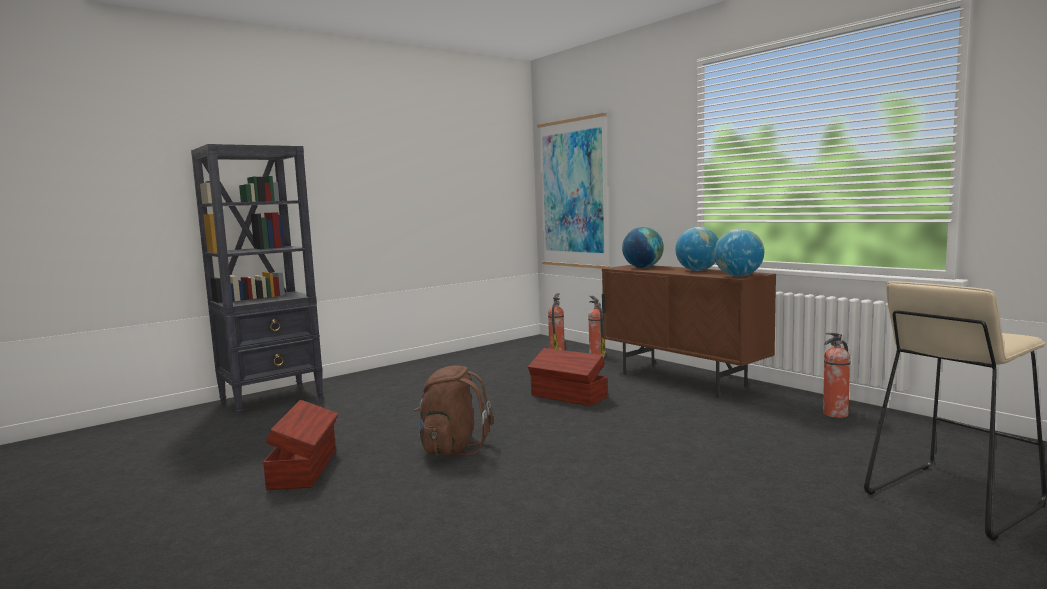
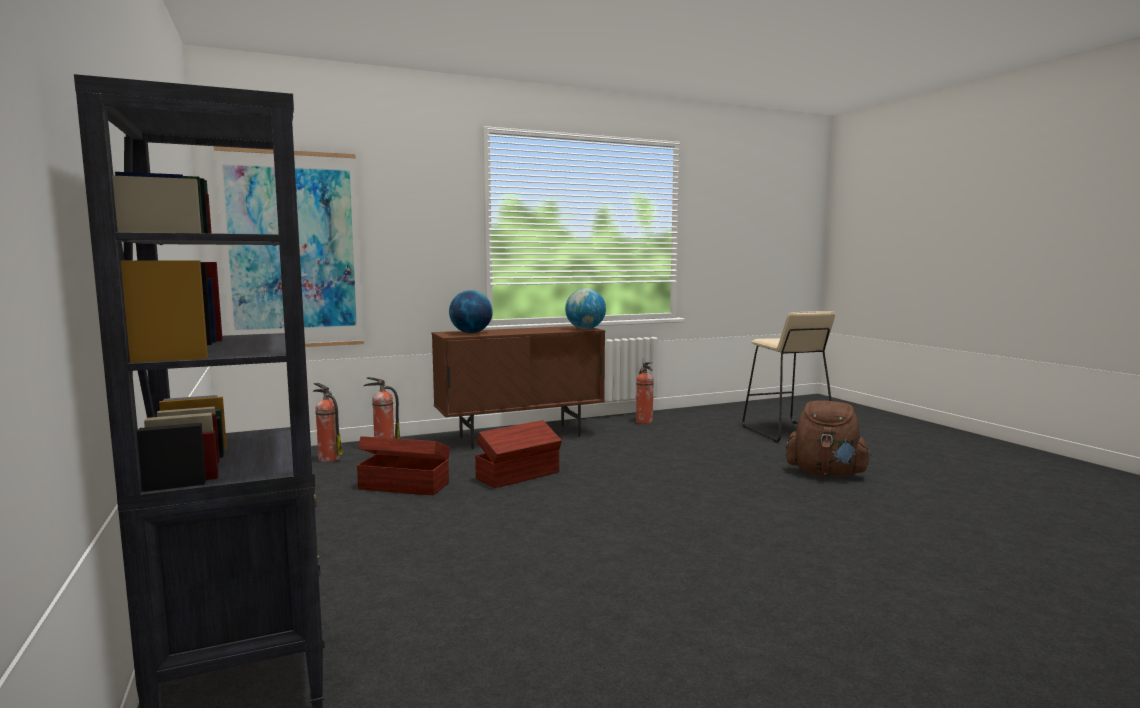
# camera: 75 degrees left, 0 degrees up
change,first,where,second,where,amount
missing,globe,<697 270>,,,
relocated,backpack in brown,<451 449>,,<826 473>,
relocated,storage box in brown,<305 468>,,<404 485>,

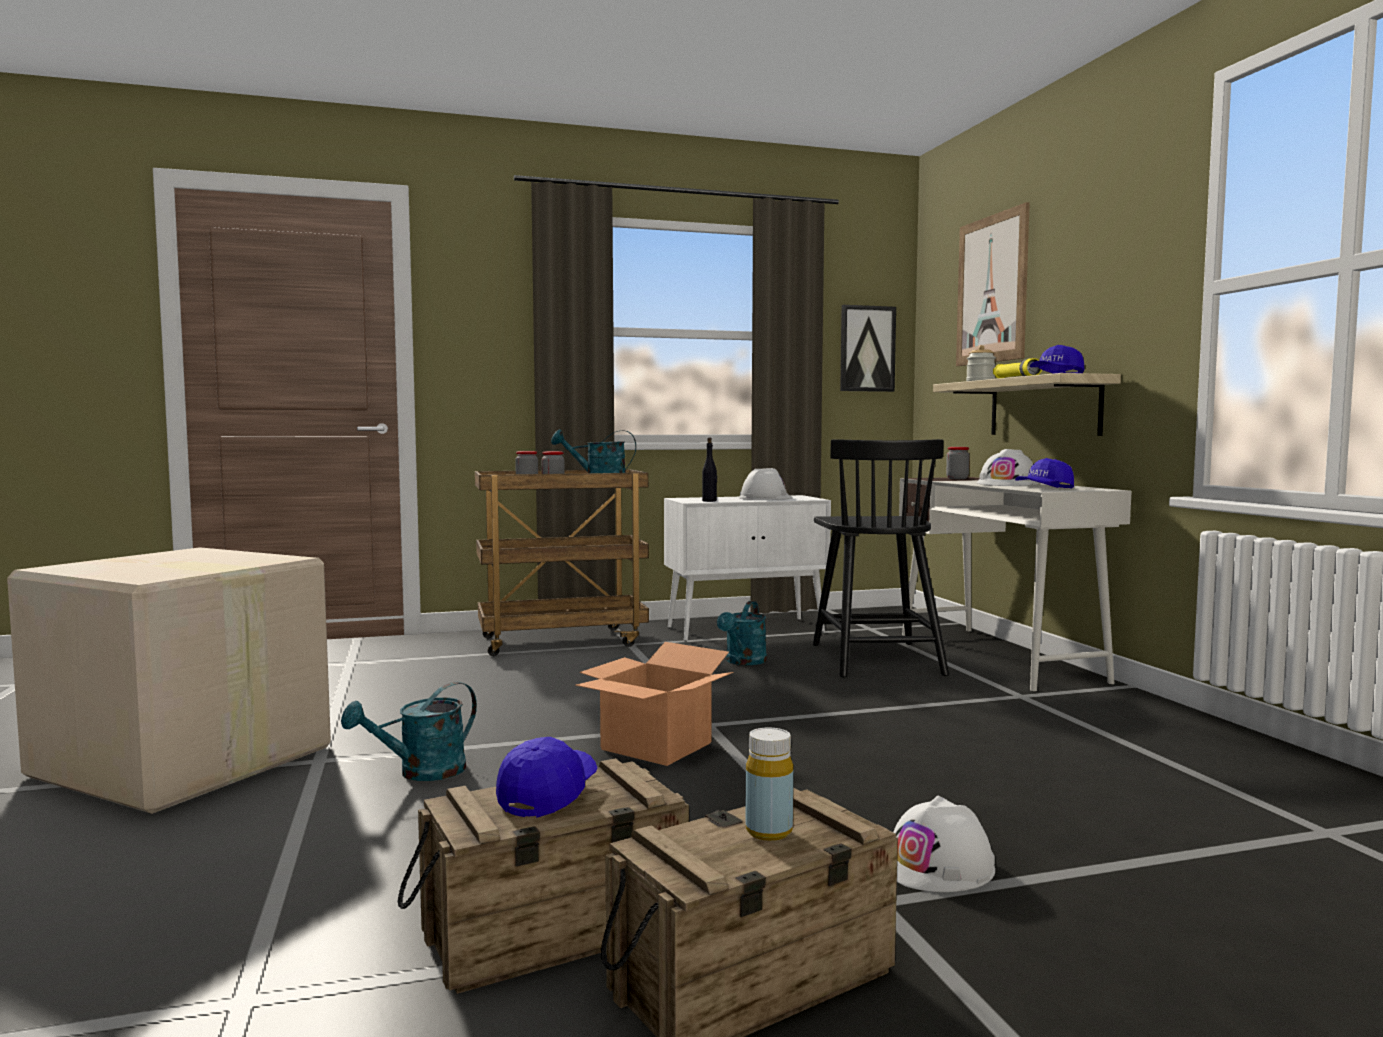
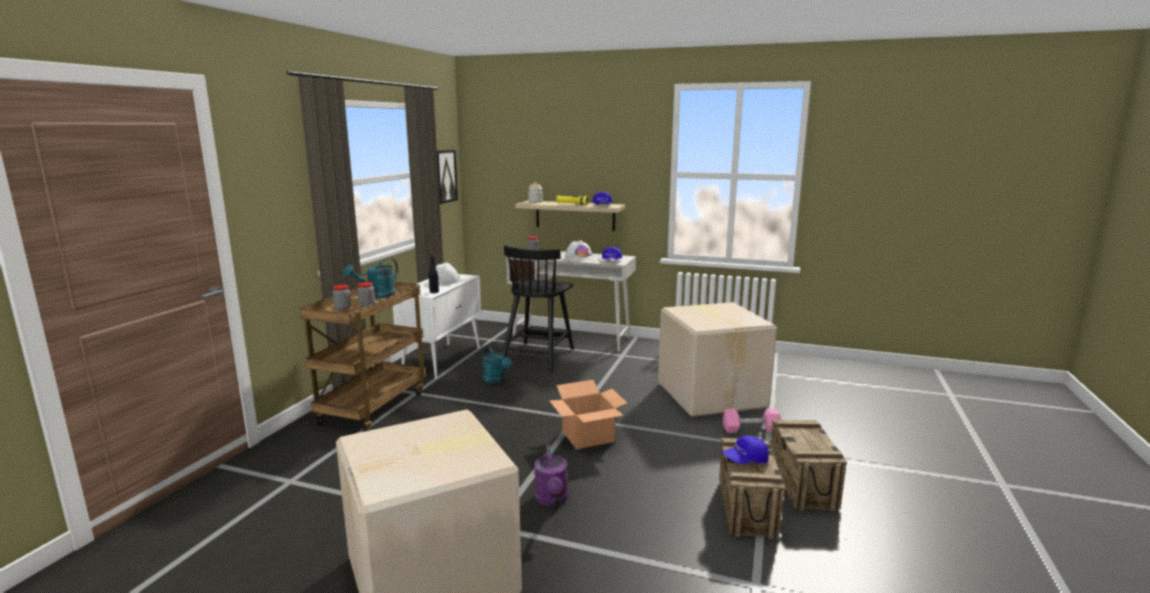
# camera: 55 degrees left, 10 degrees up
change,first,where,second,where,amount
missing,picture,<992 289>,,,
spun,chair in black,<876 659>,,<538 356>,75 degrees clockwise
colour,watering can in turquoise,<421 773>,watering can in purple,<552 500>,
missing,bottle in yellow,<769 831>,,,
spun,cap in blue,<548 794>,,<745 460>,75 degrees counterclockwise
exchanged,hard hat in white,<937 866>,dumbbell in pink,<750 429>,
appeared,,,cardboard box,<712 394>,

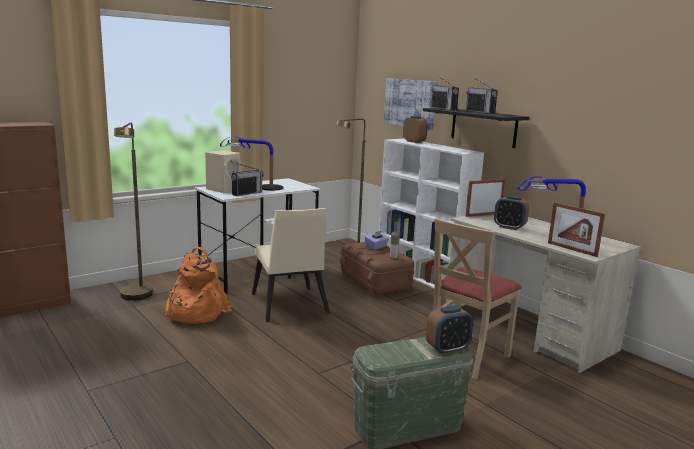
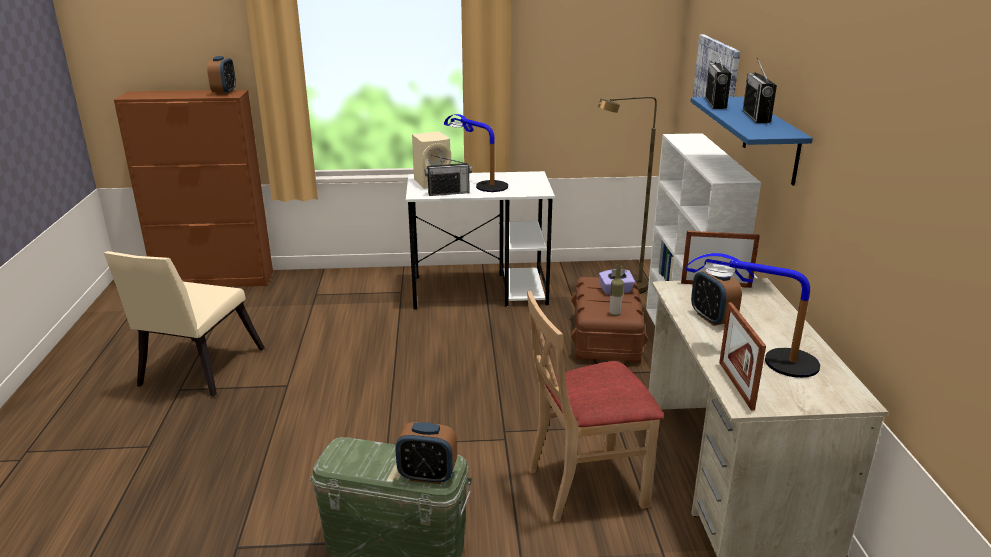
# camera: 35 degrees right, 10 degrees up
change,first,where,second,where,amount
colour,shelf in black,<483 127>,shelf in blue,<771 140>,
relocated,alarm clock,<414 141>,,<224 92>,
missing,floor lamp in brown,<136 297>,,,
relocated,chair in beige,<289 306>,,<196 370>,
missing,backpack in orange,<194 312>,,,

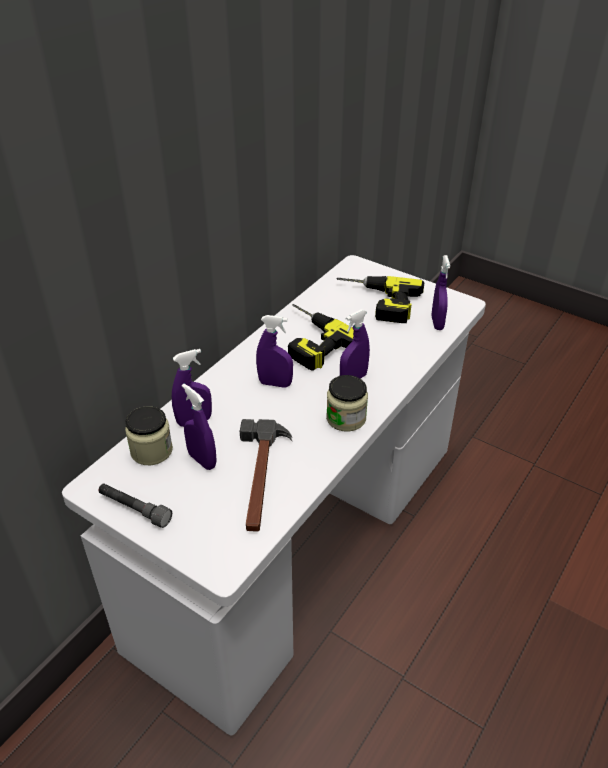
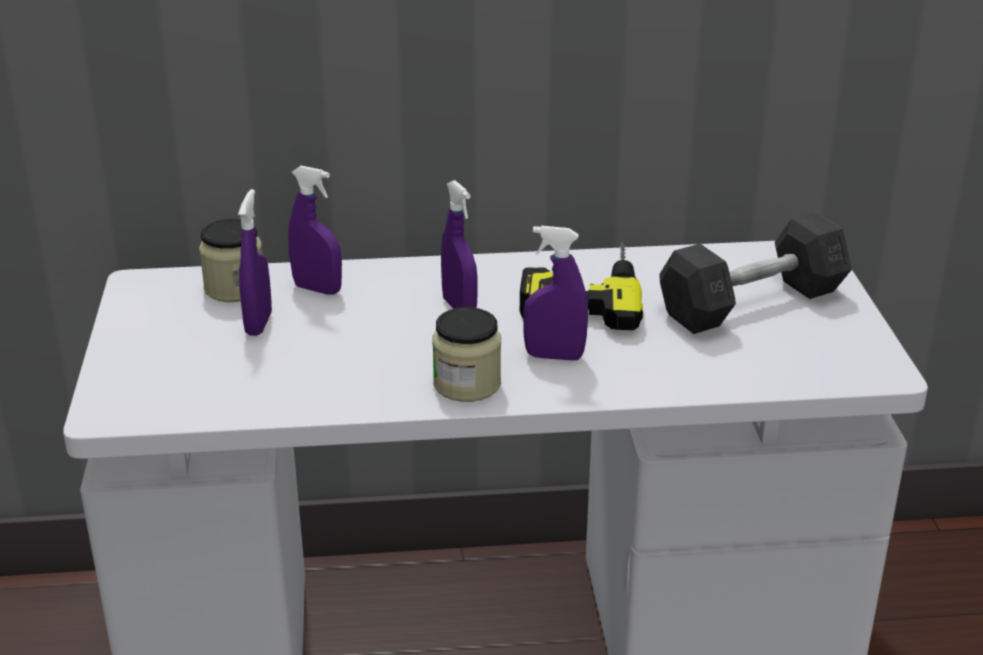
# camera: 50 degrees right, 10 degrees down
change,first,where,second,where,amount
missing,spray bottle in purple,<437 323>,,,
exchanged,power drill,<376 302>,dumbbell in grey,<752 303>,
missing,hammer,<261 477>,,,
missing,flashlight in grey,<134 509>,,,

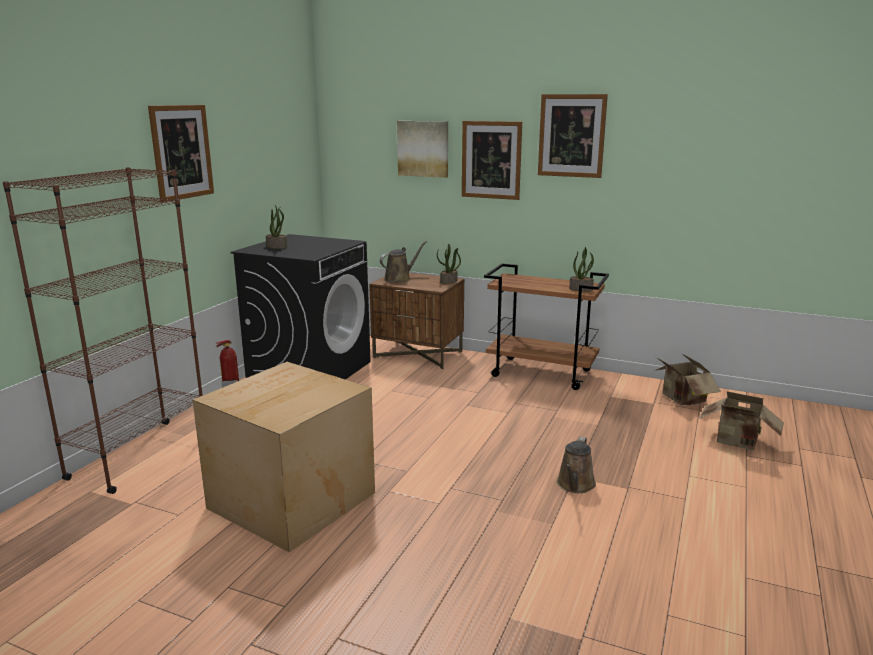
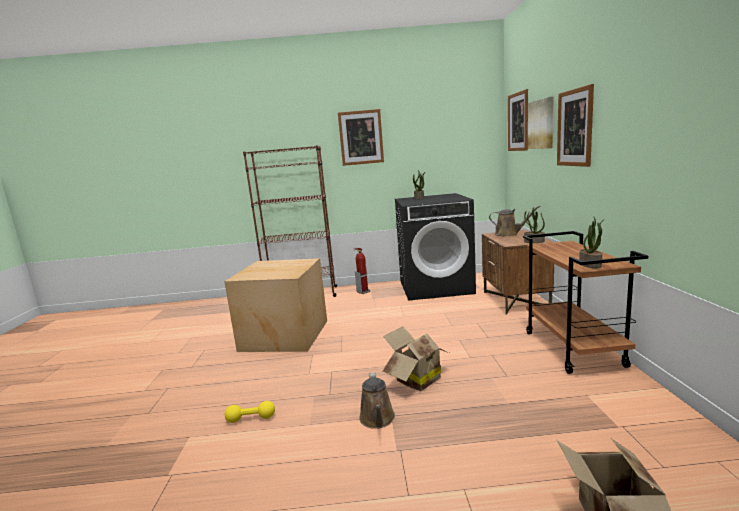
# camera: 65 degrees right, 5 degrees down
change,first,where,second,where,amount
relocated,picture,<571 136>,,<518 122>,
relocated,cardboard box,<681 399>,,<415 380>,
spun,watering can in brown,<575 485>,,<377 419>,90 degrees counterclockwise
appeared,,,dumbbell in yellow,<251 419>,

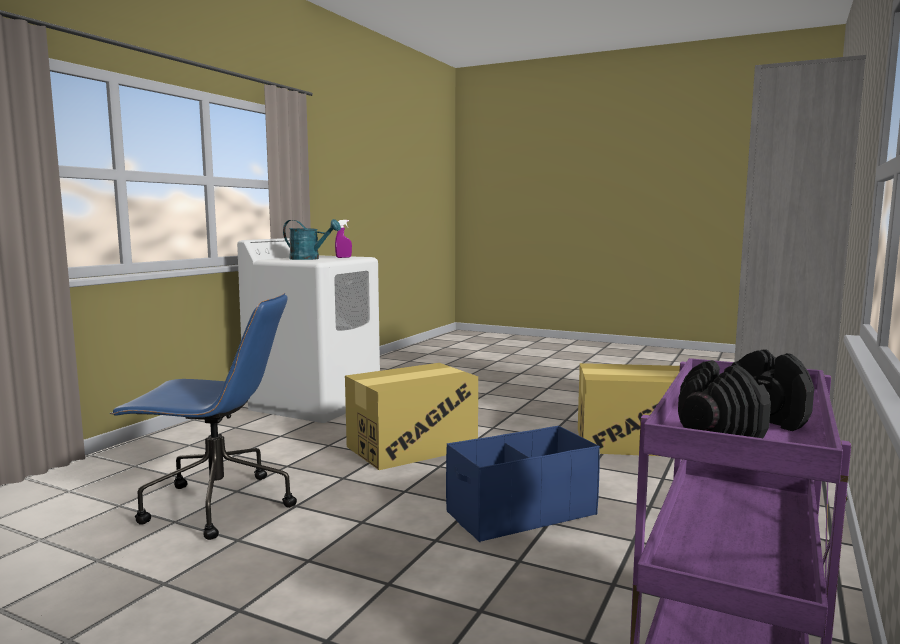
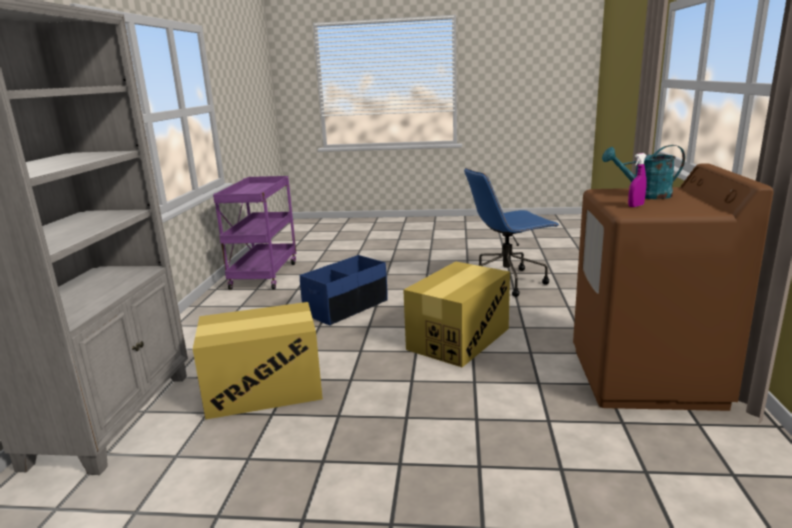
# camera: 160 degrees right, 10 degrees up
change,first,where,second,where,amount
colour,washing machine in white,<315 404>,washing machine in brown,<645 377>,
missing,dumbbell in black,<743 428>,,,

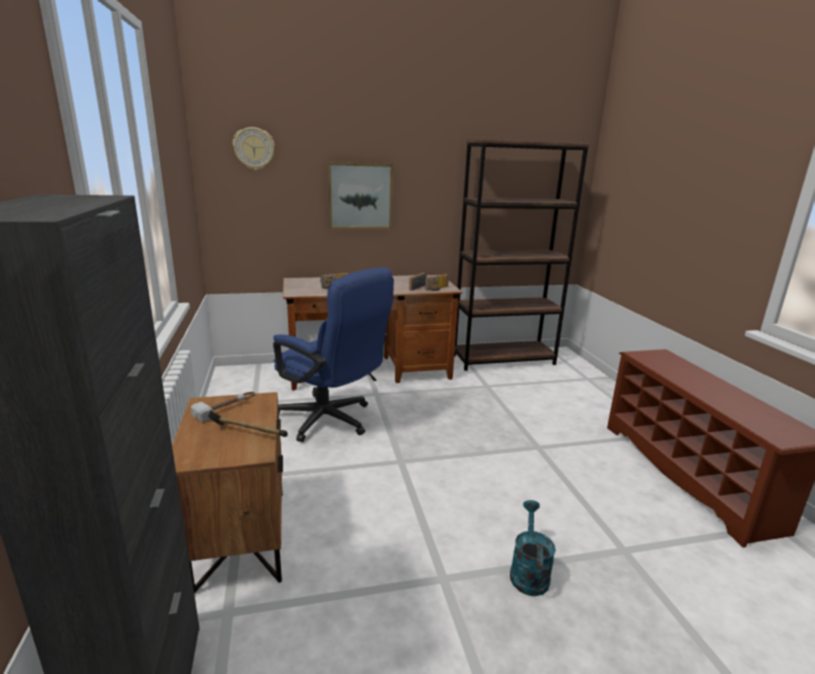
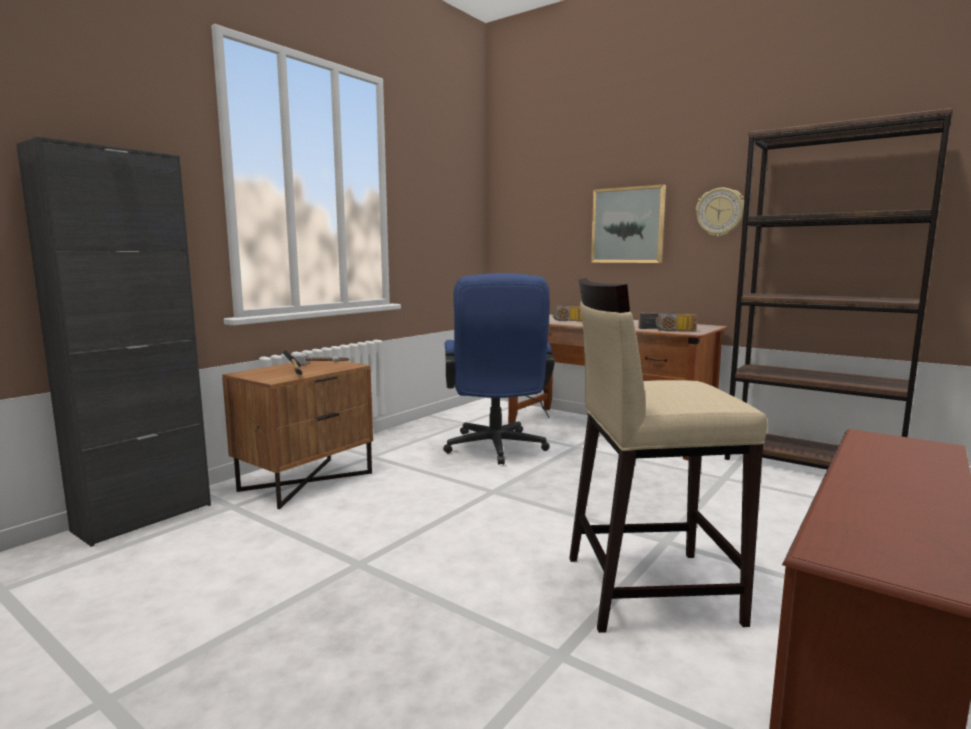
# camera: 50 degrees right, 10 degrees down
change,first,where,second,where,amount
relocated,wall clock,<254 148>,,<720 212>,
missing,watering can in turquoise,<528 572>,,,
appeared,,,stool in beige,<647 588>,

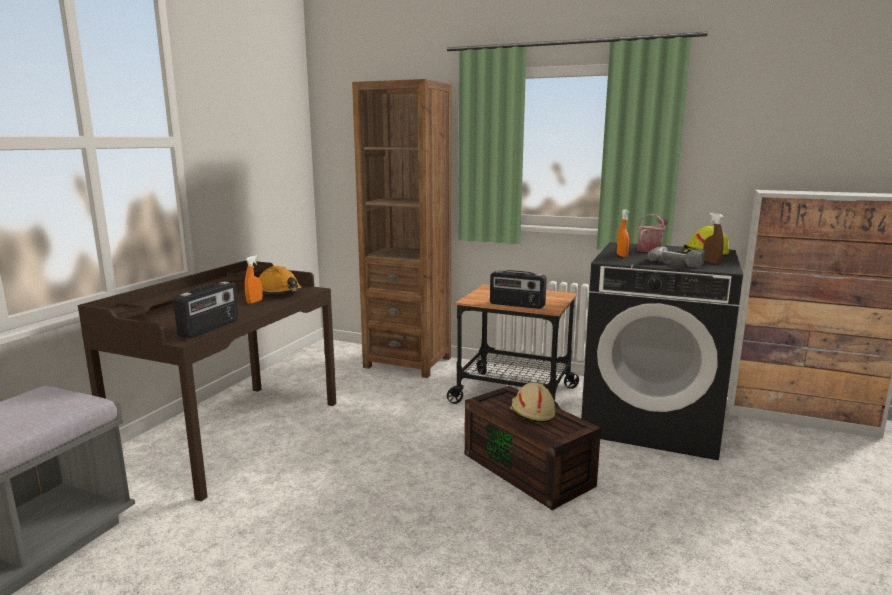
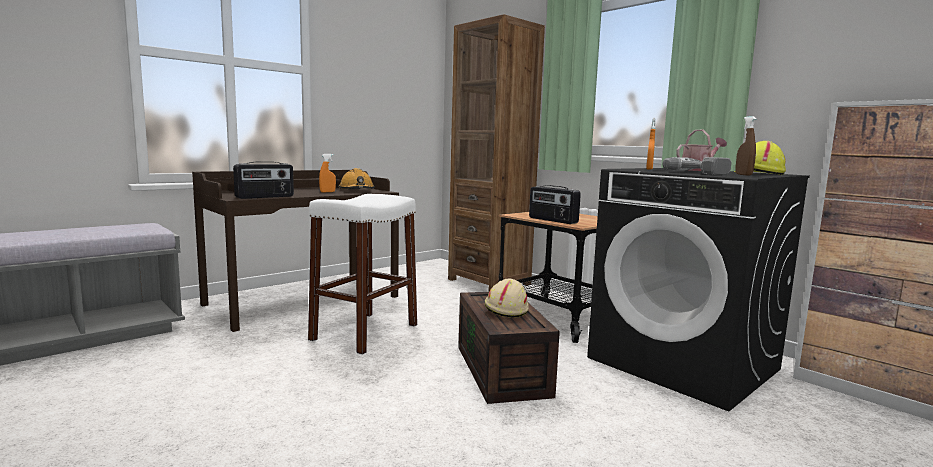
# camera: 25 degrees right, 5 degrees down
change,first,where,second,where,amount
appeared,,,stool in white,<365 332>,

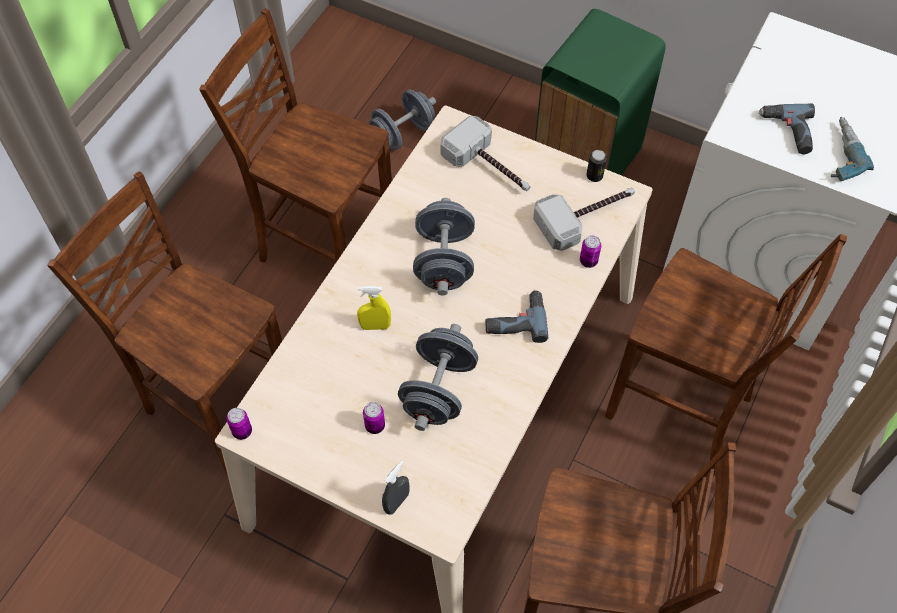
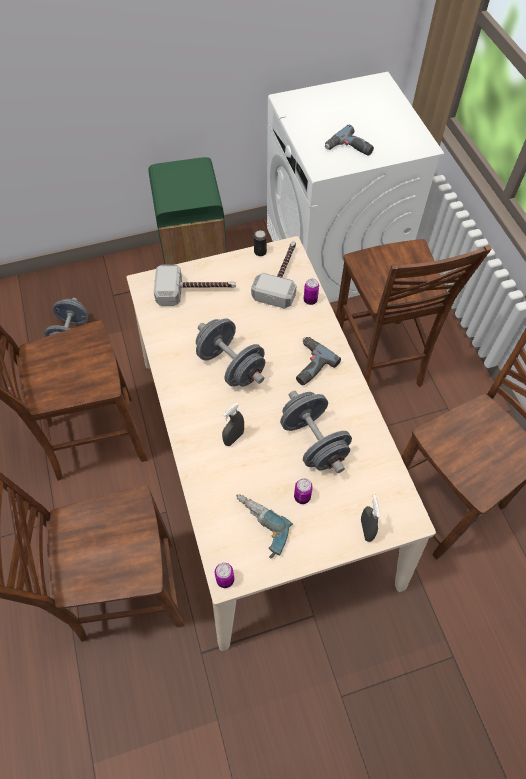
# camera: 45 degrees left, 0 degrees up
change,first,where,second,where,amount
relocated,power drill,<838 154>,,<257 527>,
spun,chair in brown,<682 408>,,<378 361>,90 degrees clockwise
colour,spray bottle in yellow,<375 326>,spray bottle in grey,<234 438>,

